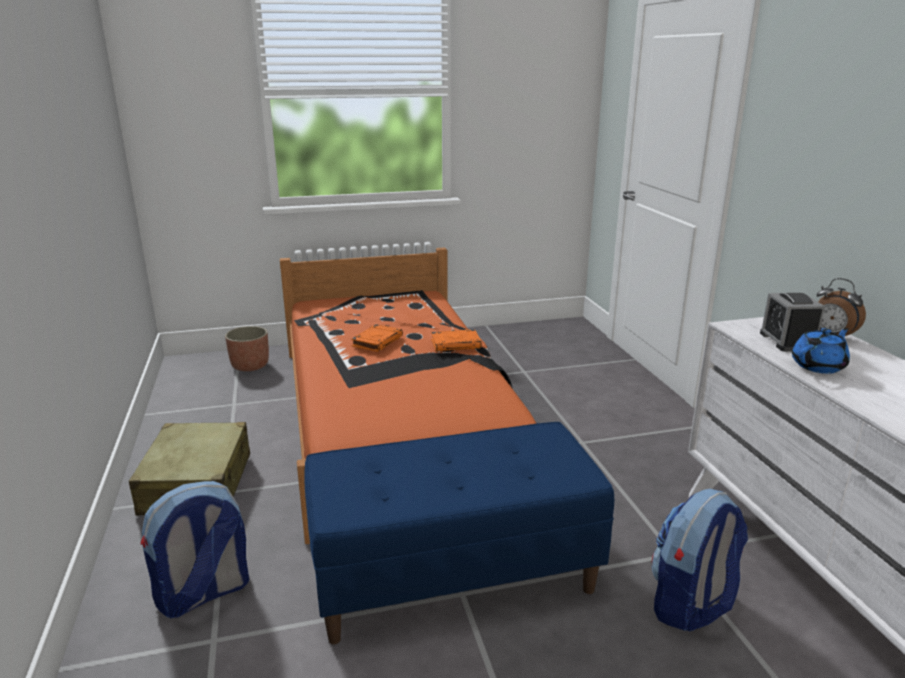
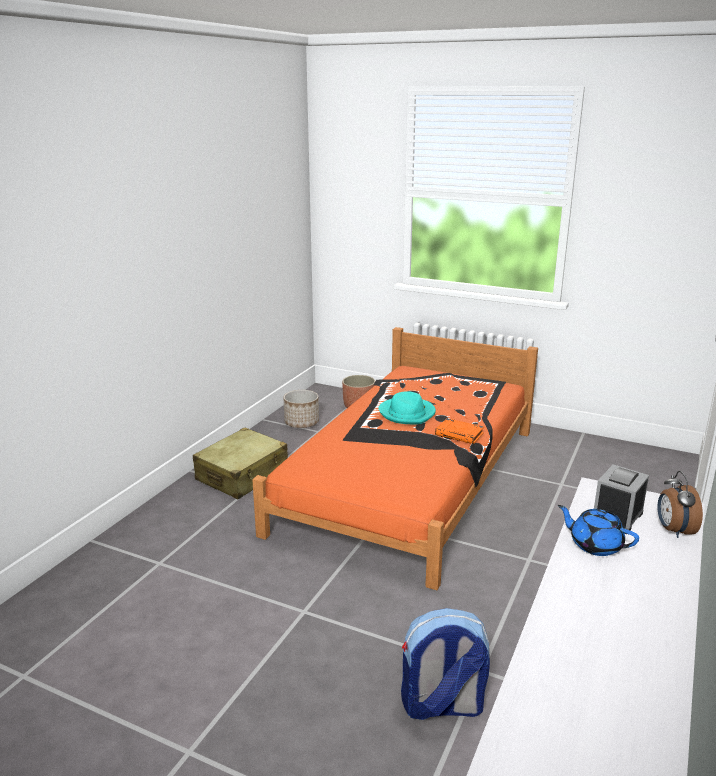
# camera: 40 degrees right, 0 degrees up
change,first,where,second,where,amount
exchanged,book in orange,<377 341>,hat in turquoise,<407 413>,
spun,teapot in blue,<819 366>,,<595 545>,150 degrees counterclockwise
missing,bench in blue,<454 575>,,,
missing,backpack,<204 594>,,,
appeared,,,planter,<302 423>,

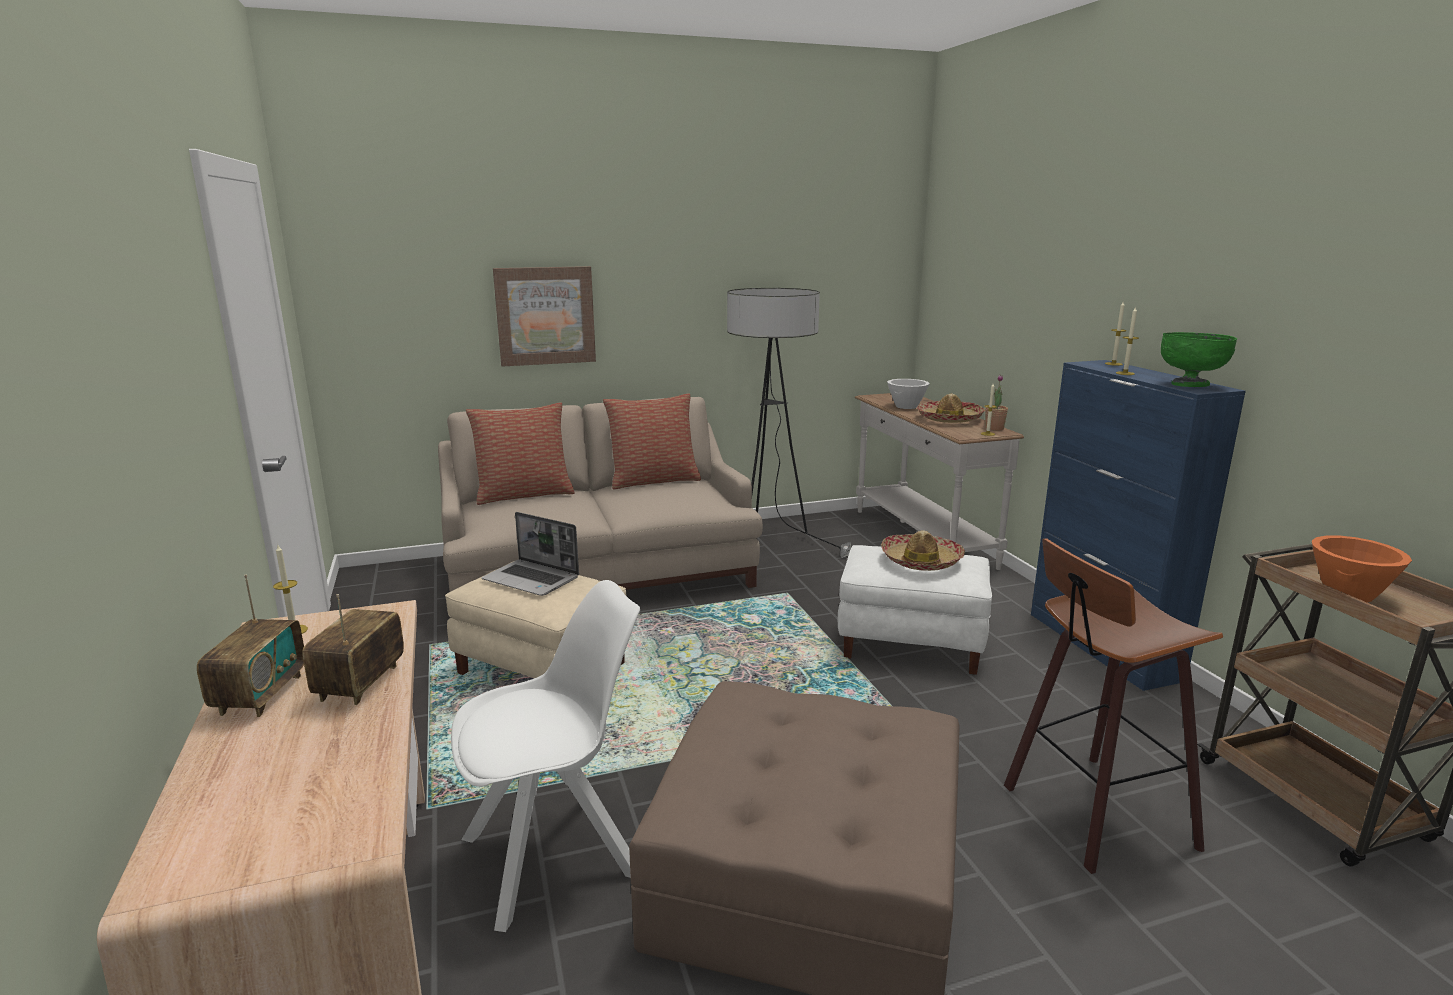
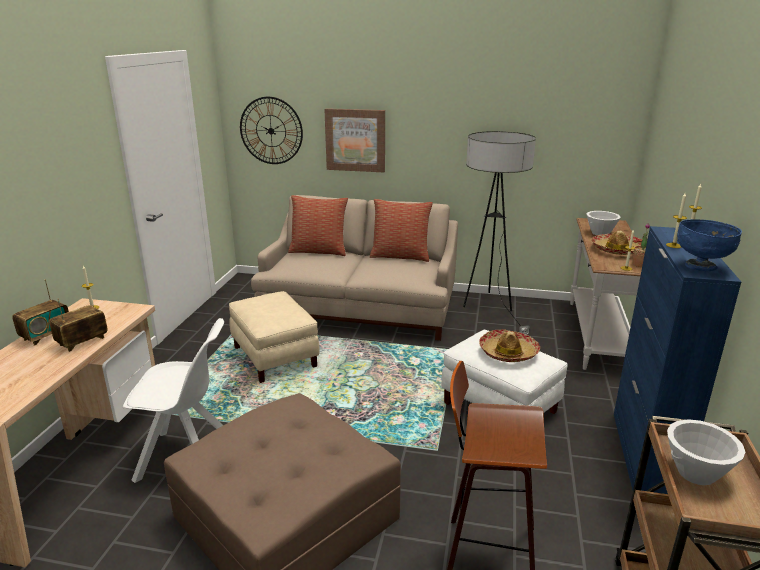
# camera: 30 degrees right, 5 degrees up
change,first,where,second,where,amount
colour,bowl in green,<1190 385>,bowl in blue,<701 267>,
missing,laptop,<532 579>,,,
colour,bowl in orange,<1349 594>,bowl in white,<696 473>,
appeared,,,wall clock,<271 131>,

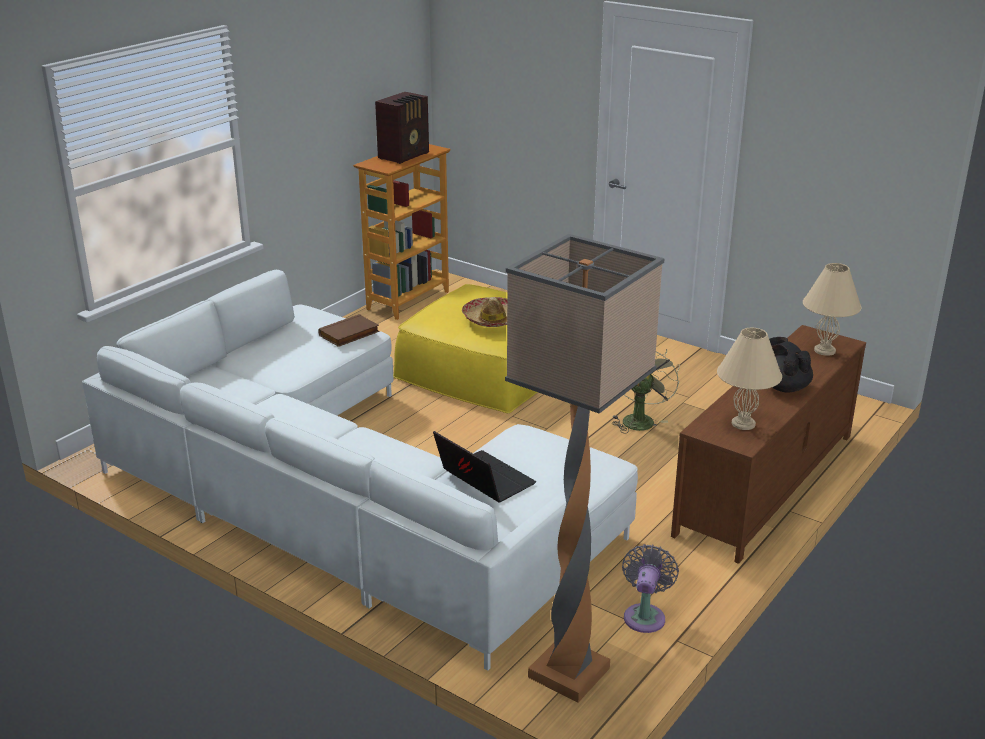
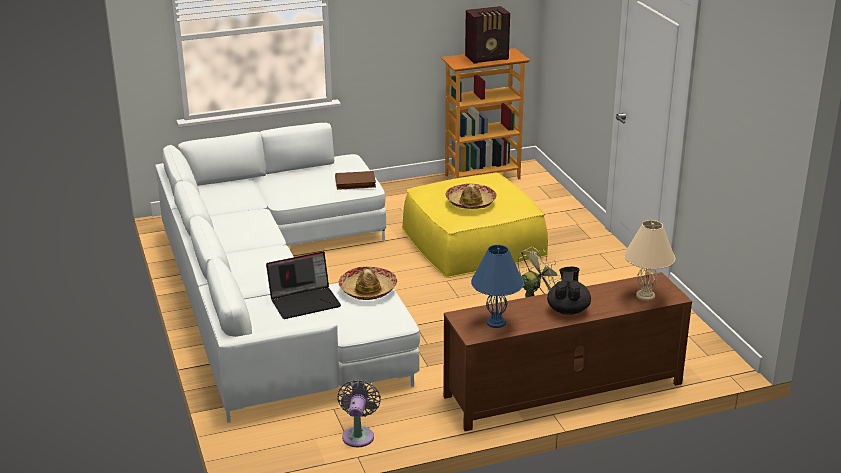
# camera: 35 degrees right, 0 degrees up
change,first,where,second,where,amount
missing,floor lamp,<566 673>,,,
colour,table lamp in beige,<743 424>,table lamp in blue,<495 323>,
spun,laptop,<483 480>,,<305 301>,75 degrees clockwise
spun,fan in grey,<645 615>,,<358 434>,45 degrees counterclockwise
appeared,,,hat,<368 290>,

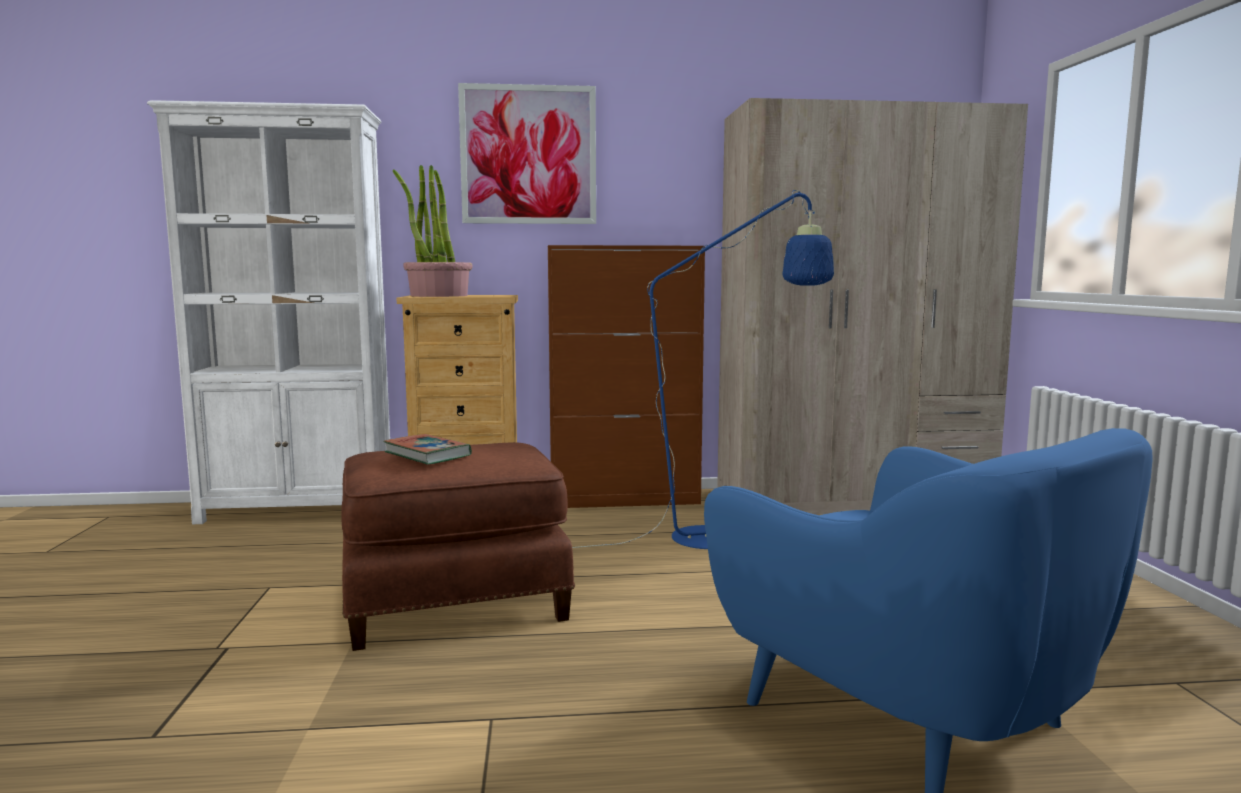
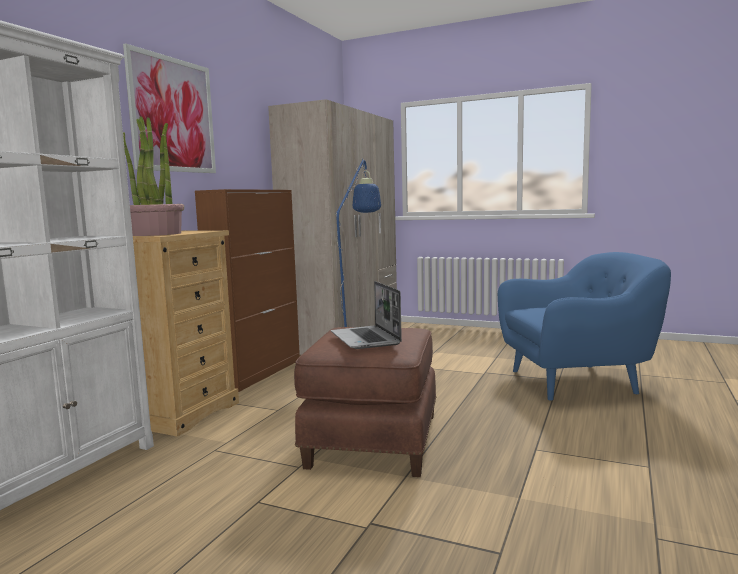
# camera: 60 degrees left, 0 degrees up
change,first,where,second,where,amount
exchanged,book,<427 454>,laptop,<366 339>,

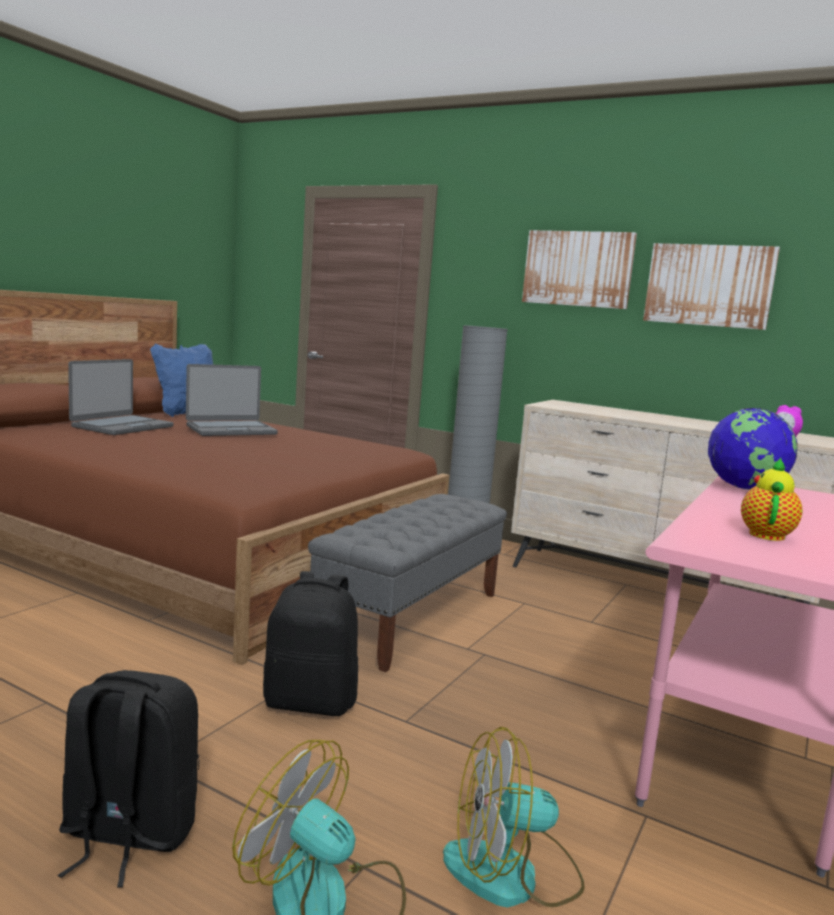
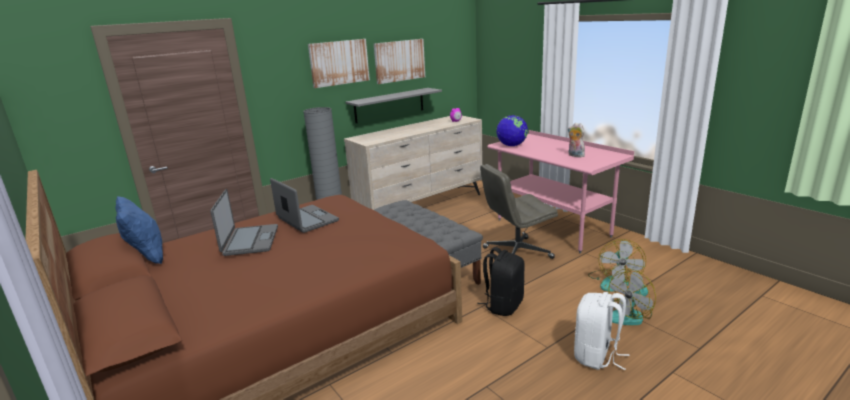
# camera: 65 degrees left, 10 degrees up
change,first,where,second,where,amount
relocated,laptop,<122 426>,,<307 220>,
exchanged,teapot,<766 534>,plush toy,<575 155>,
colour,backpack in black,<127 835>,backpack in white,<597 356>,
appeared,,,shelf in grey,<389 105>,
appeared,,,office chair in grey,<516 253>,

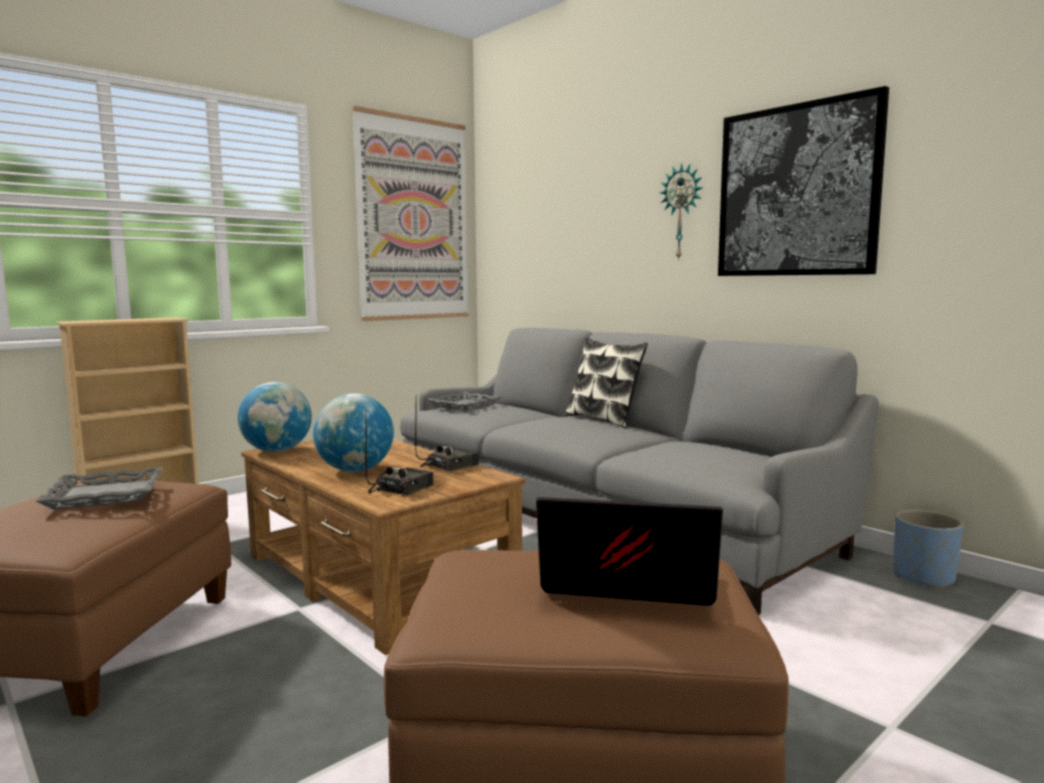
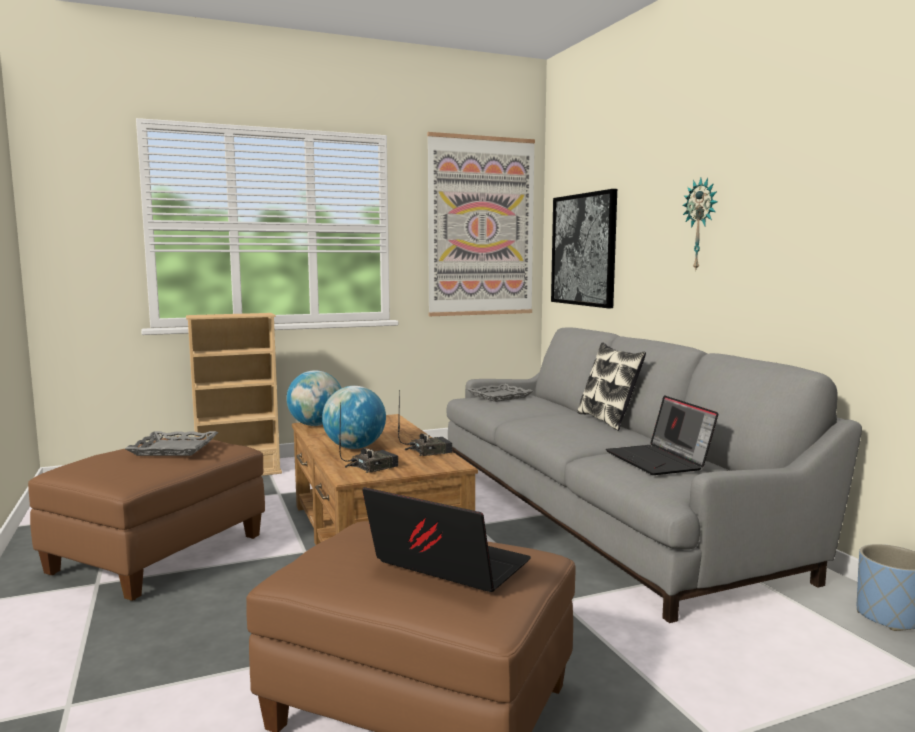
# camera: 20 degrees right, 0 degrees up
change,first,where,second,where,amount
relocated,picture,<797 191>,,<583 249>,
appeared,,,laptop,<660 461>,

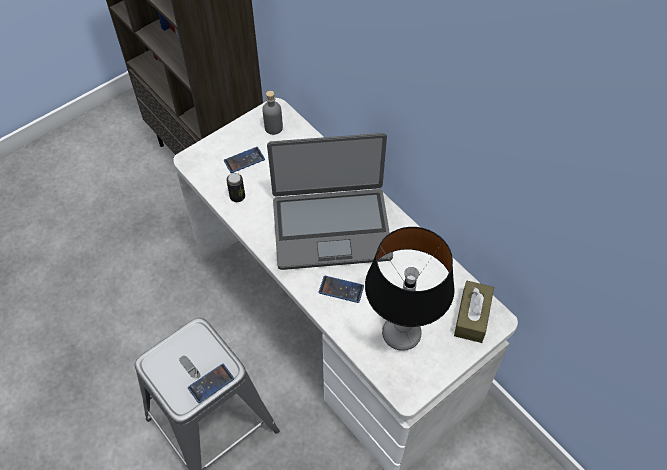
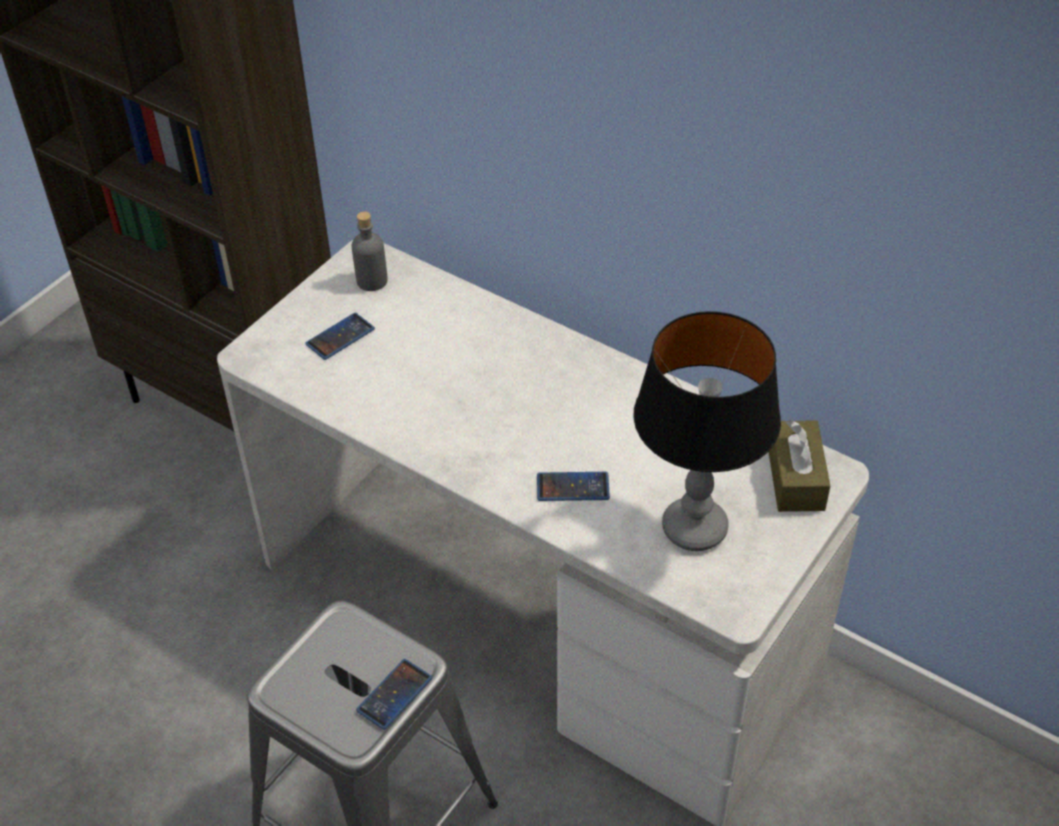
# camera: 15 degrees left, 10 degrees down
change,first,where,second,where,amount
missing,laptop,<331 227>,,,
missing,can,<237 196>,,,

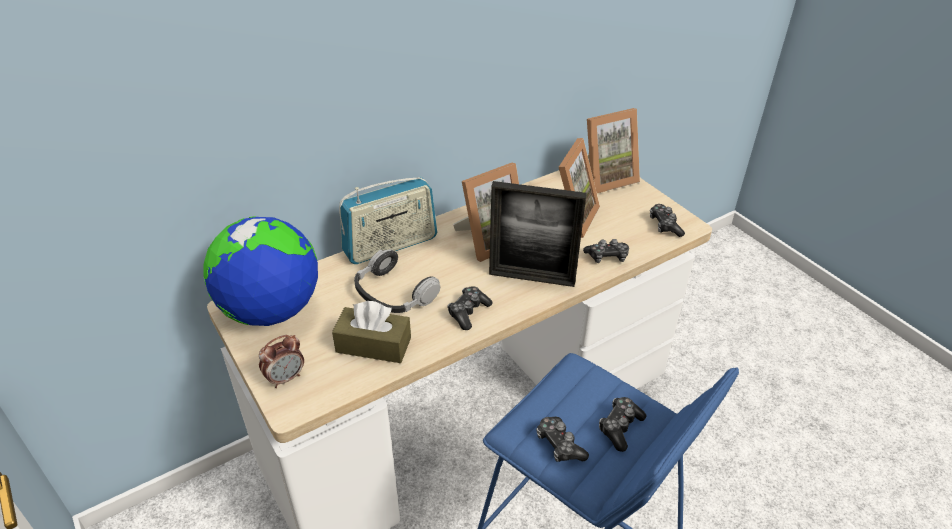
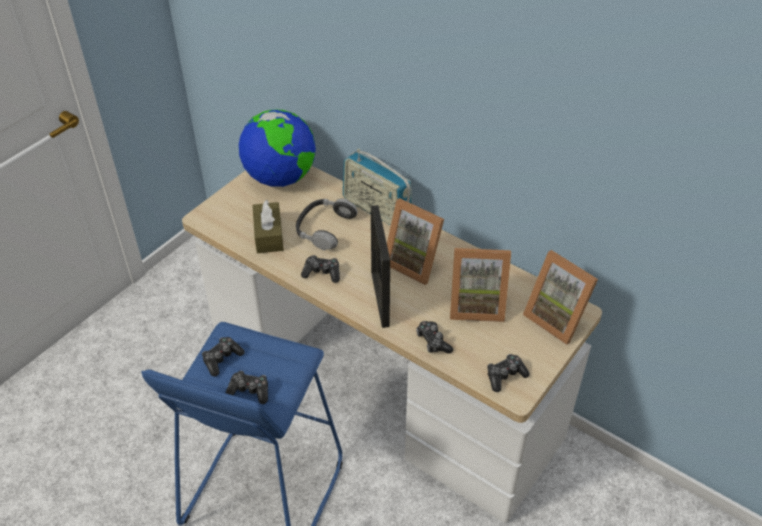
# camera: 70 degrees right, 5 degrees up
change,first,where,second,where,amount
missing,alarm clock,<286 378>,,,

